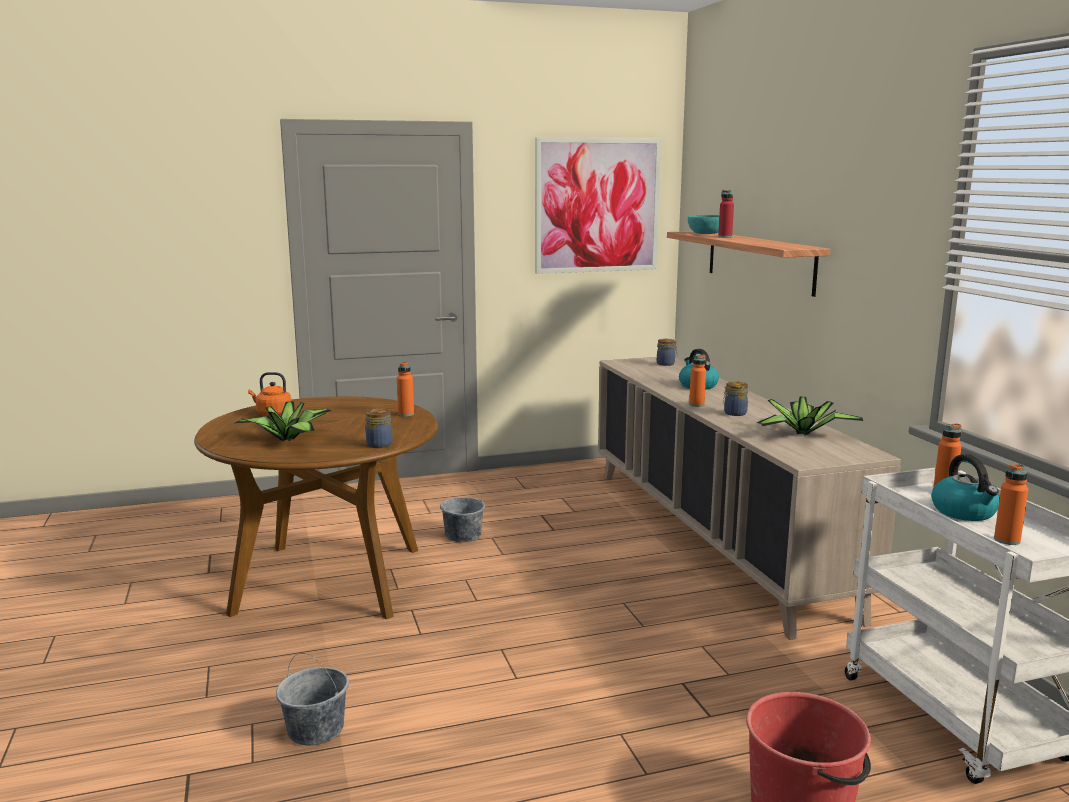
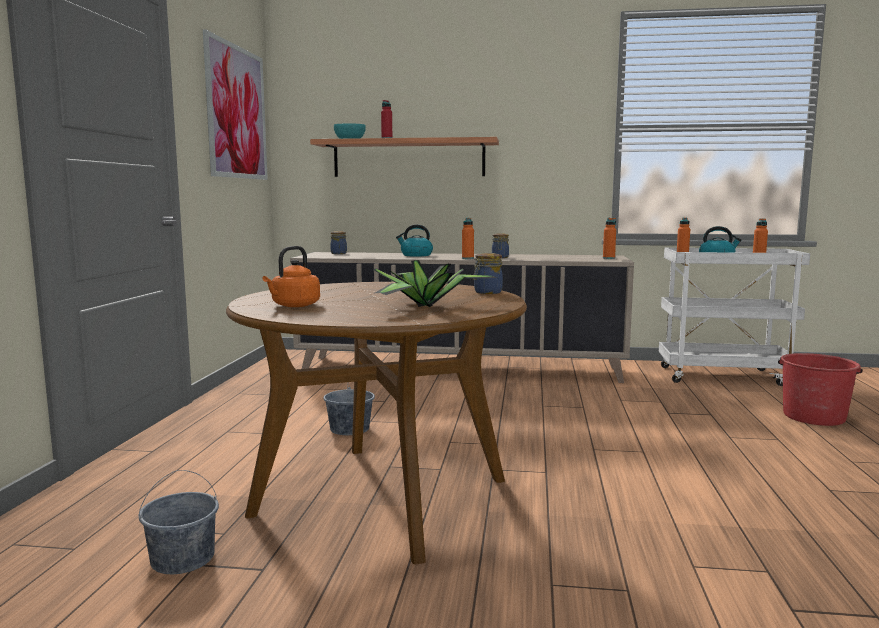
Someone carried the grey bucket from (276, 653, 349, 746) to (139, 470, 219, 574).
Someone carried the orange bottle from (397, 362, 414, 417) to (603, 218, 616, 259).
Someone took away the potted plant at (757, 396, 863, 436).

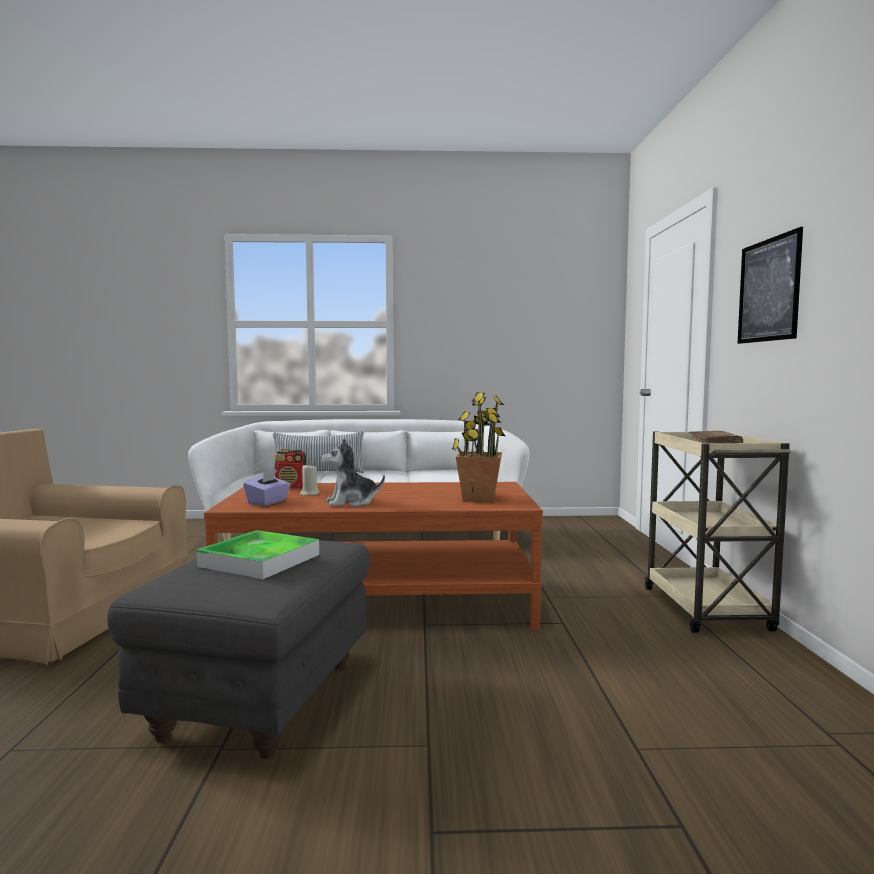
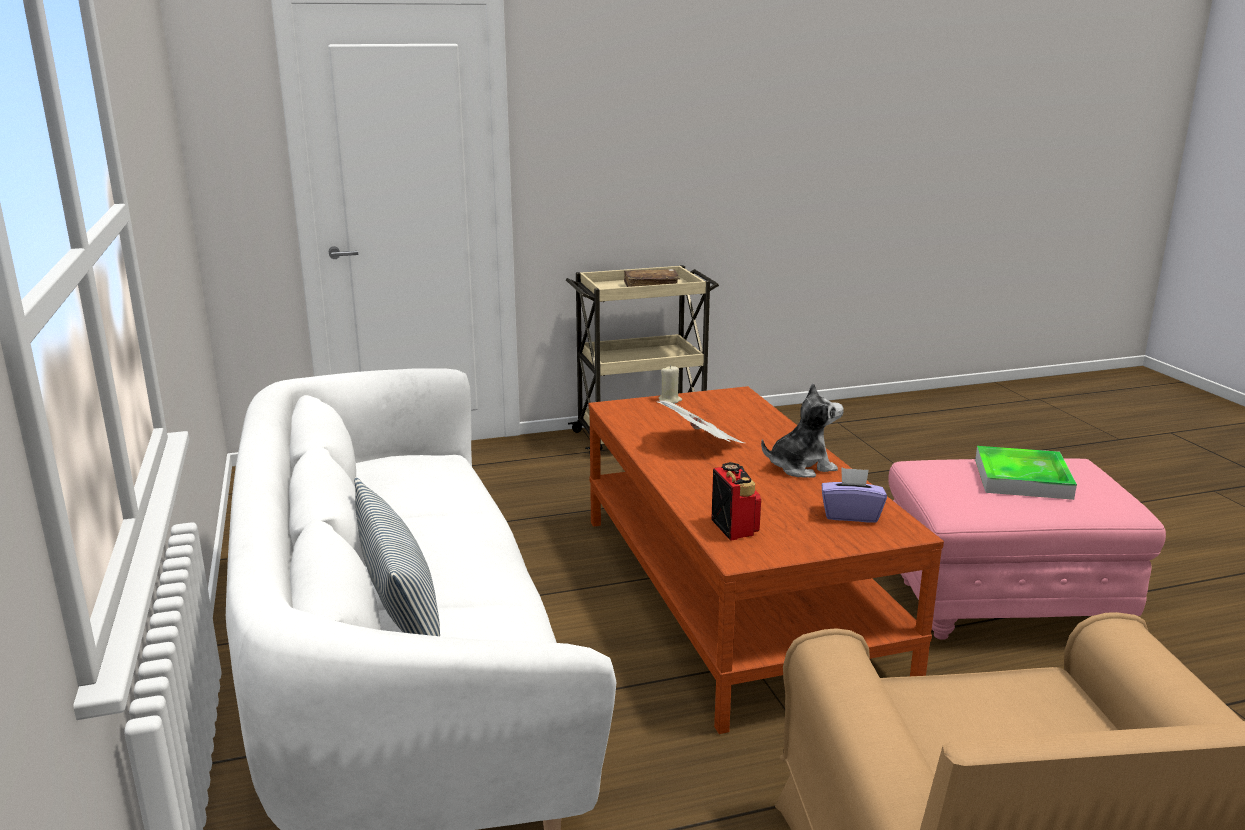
Someone put down the newspaper at (657, 400, 745, 443).
Someone carried the beige candle from (300, 464, 320, 496) to (659, 365, 682, 403).
Someone rotated the plush toy at (321, 438, 385, 507) by 75 degrees counterclockwise.
Someone repainted the grey ottoman at (107, 540, 370, 759), which became the pink ottoman at (889, 458, 1166, 640).
Someone took away the potted plant at (452, 392, 505, 502).
Someone took away the picture at (737, 227, 803, 344).

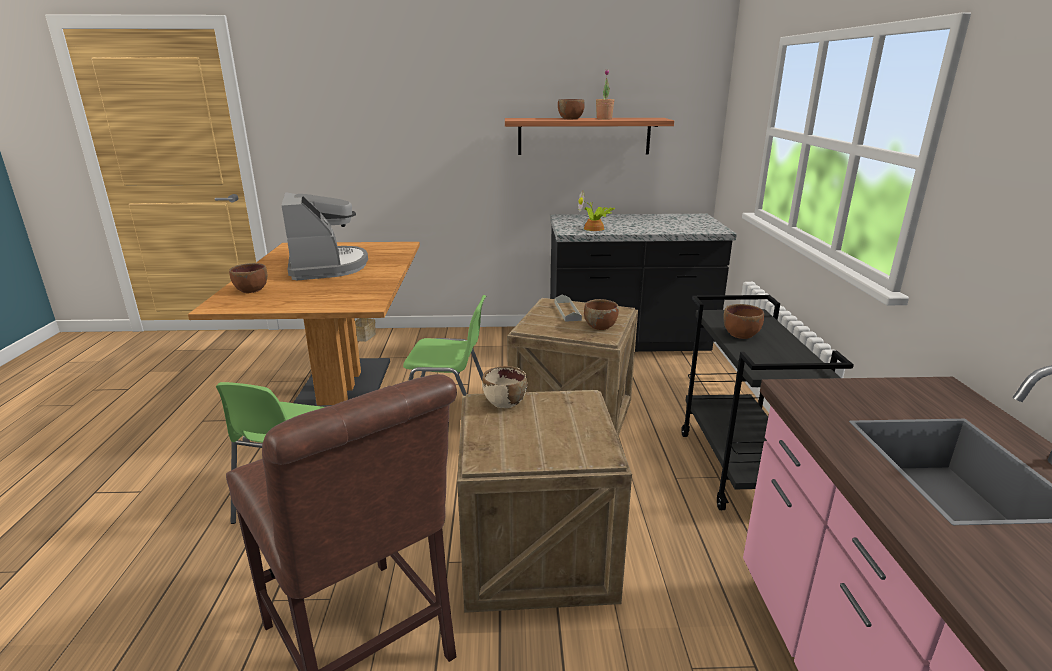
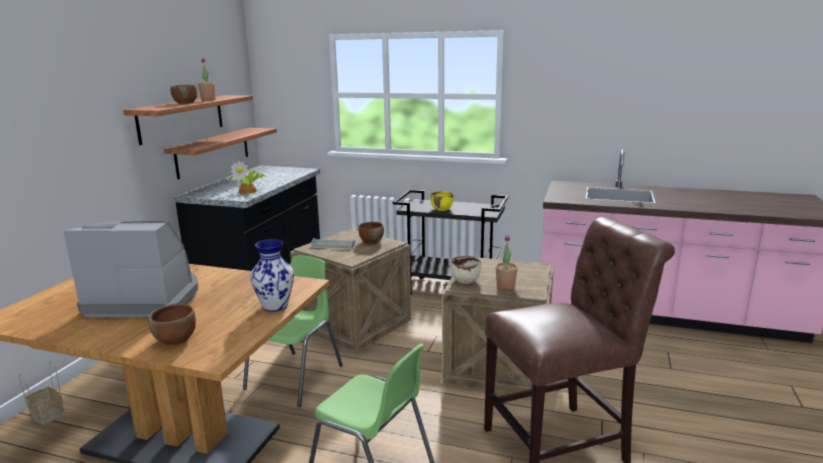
Someone put up the shelf at (164, 128, 277, 179).
Someone put down the vase at (250, 239, 294, 312).
Someone repainted the brown bowl at (723, 304, 764, 339), which became the yellow bowl at (430, 191, 453, 211).
Someone put down the potted plant at (496, 235, 518, 290).

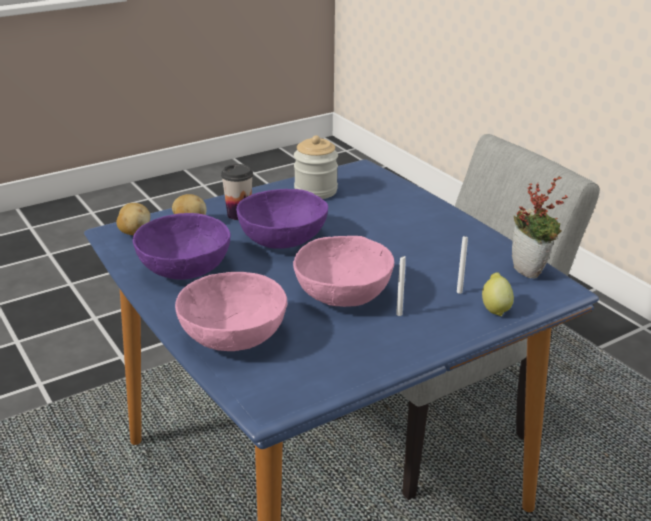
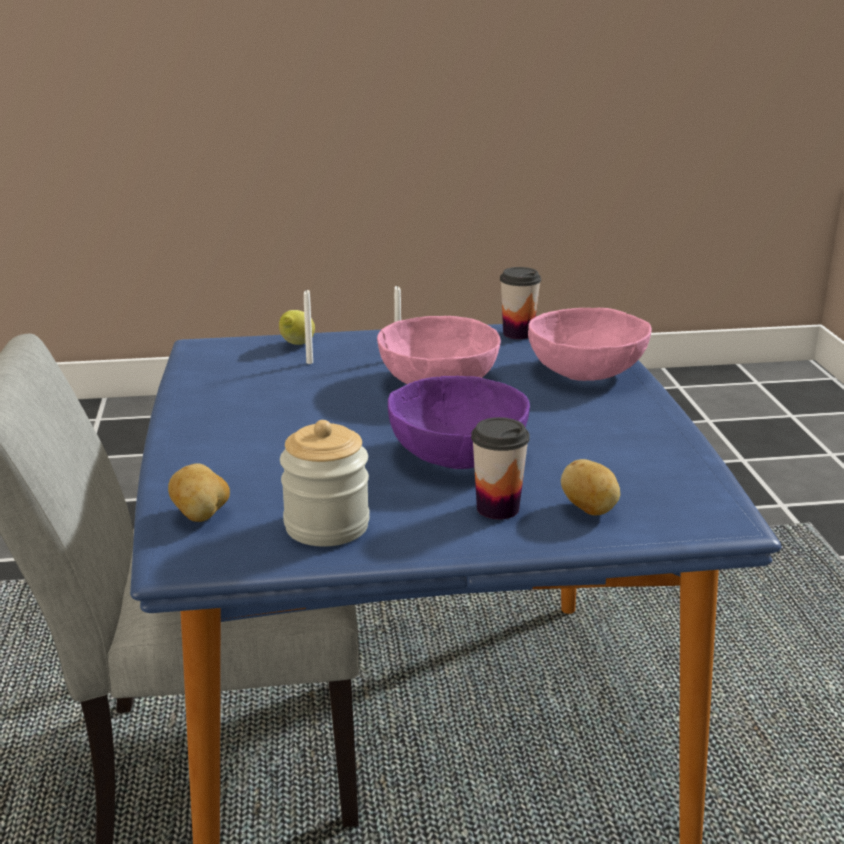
Someone carried the potato from (117, 203, 150, 235) to (168, 463, 230, 522).
Someone put down the cup at (500, 267, 541, 339).
Someone took away the purple bowl at (133, 213, 231, 280).
Someone took away the potted plant at (512, 176, 568, 279).

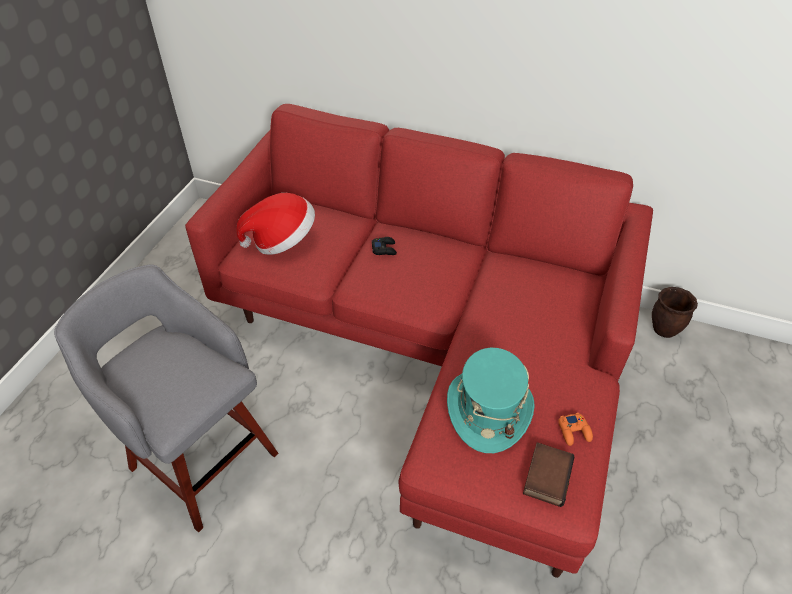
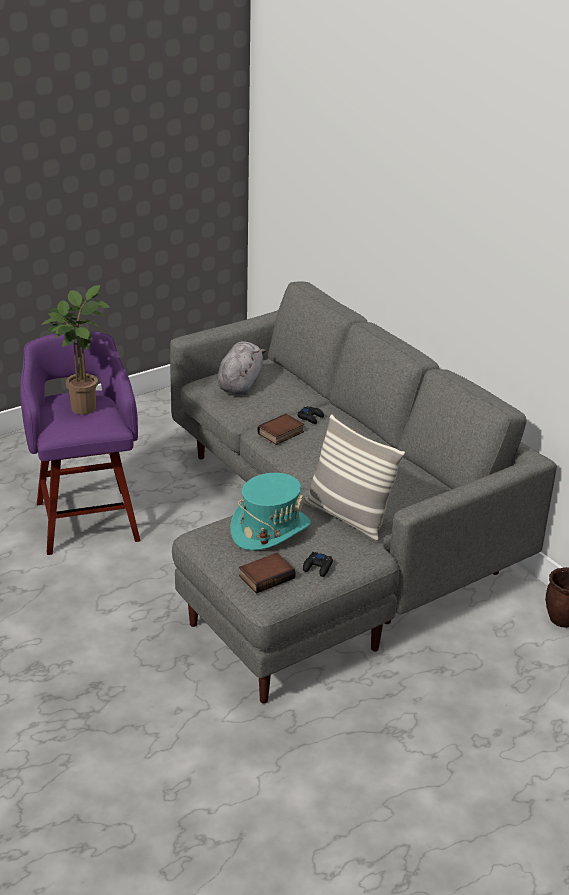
Someone repainted the grey stool at (54, 264, 278, 532), which became the purple stool at (20, 332, 141, 555).
Someone put down the potted plant at (42, 285, 110, 415).
Someone repainted the red sofa at (185, 104, 653, 578), which became the grey sofa at (170, 281, 557, 704).
Someone swapped the hat at (236, 193, 315, 254) for the grey plush toy at (217, 341, 266, 395).
Someone put down the book at (257, 414, 304, 445).
Someone repainted the orange game controller at (558, 413, 593, 446), which became the black game controller at (303, 552, 333, 577).
Someone put down the pillow at (304, 414, 405, 541).

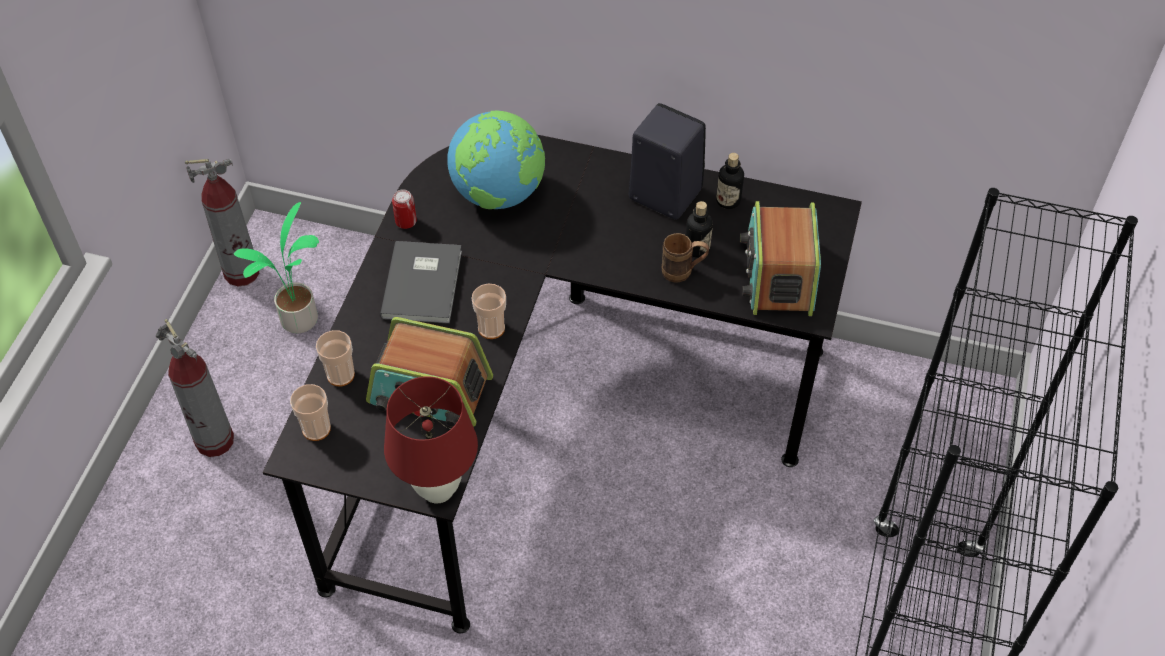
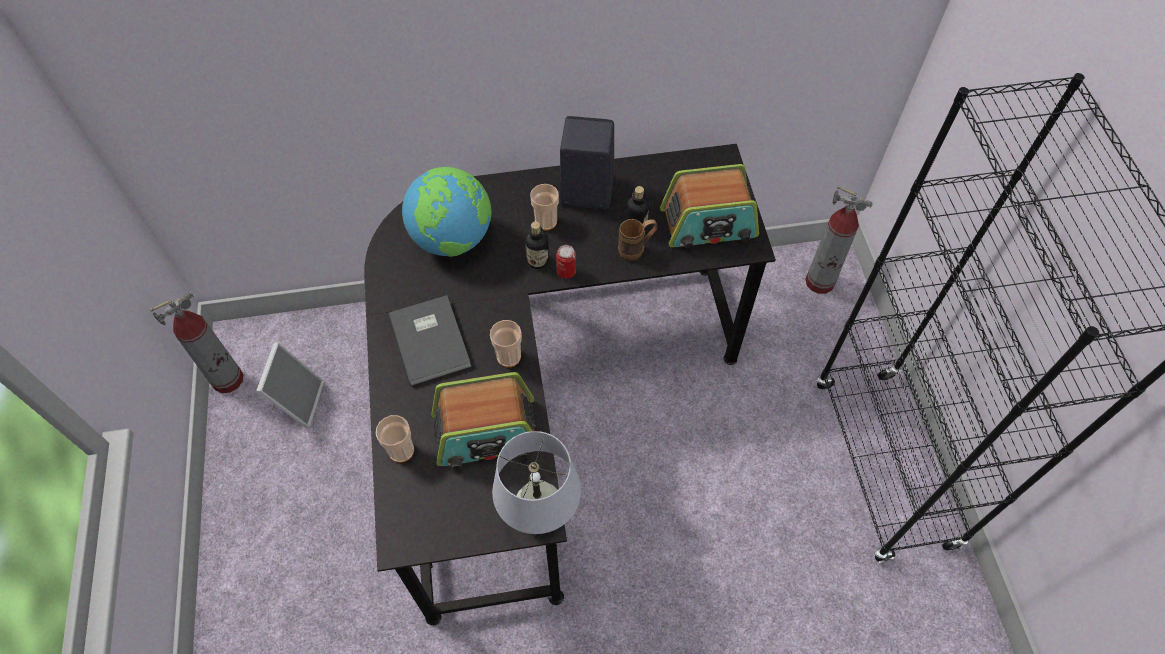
Someone swapped the potted plant at (234, 202, 319, 333) for the picture frame at (256, 342, 324, 428).
Someone repainted the red table lamp at (384, 376, 478, 503), which became the white table lamp at (492, 431, 581, 534).
Someone carried the bottle from (716, 153, 744, 209) to (525, 221, 549, 269).
Someone carried the cup from (290, 384, 331, 441) to (530, 184, 559, 231).
Someone carried the can from (392, 189, 417, 229) to (556, 245, 576, 279).
Someone rotated the radio at (740, 201, 821, 316) by 75 degrees counterclockwise.
Someone carried the fire extinguisher from (156, 319, 234, 457) to (805, 186, 873, 294).

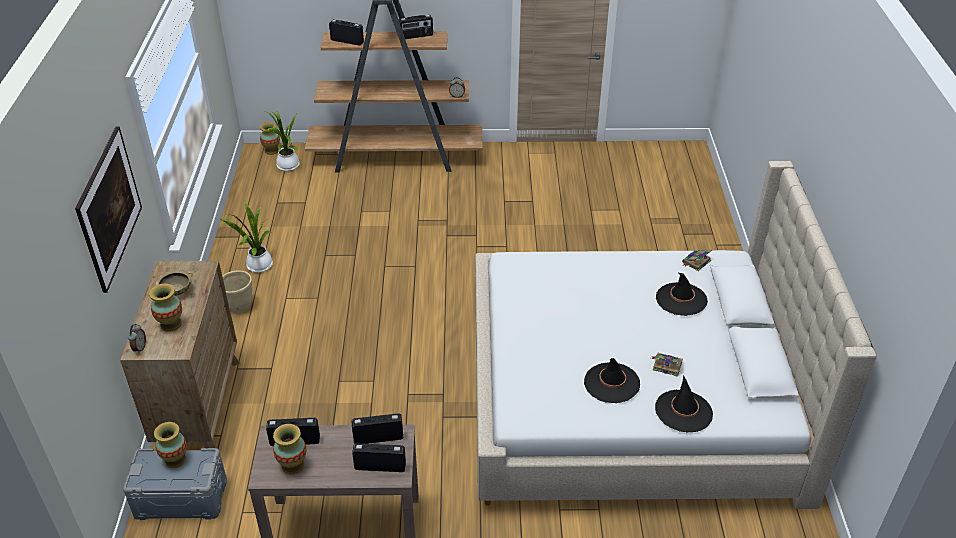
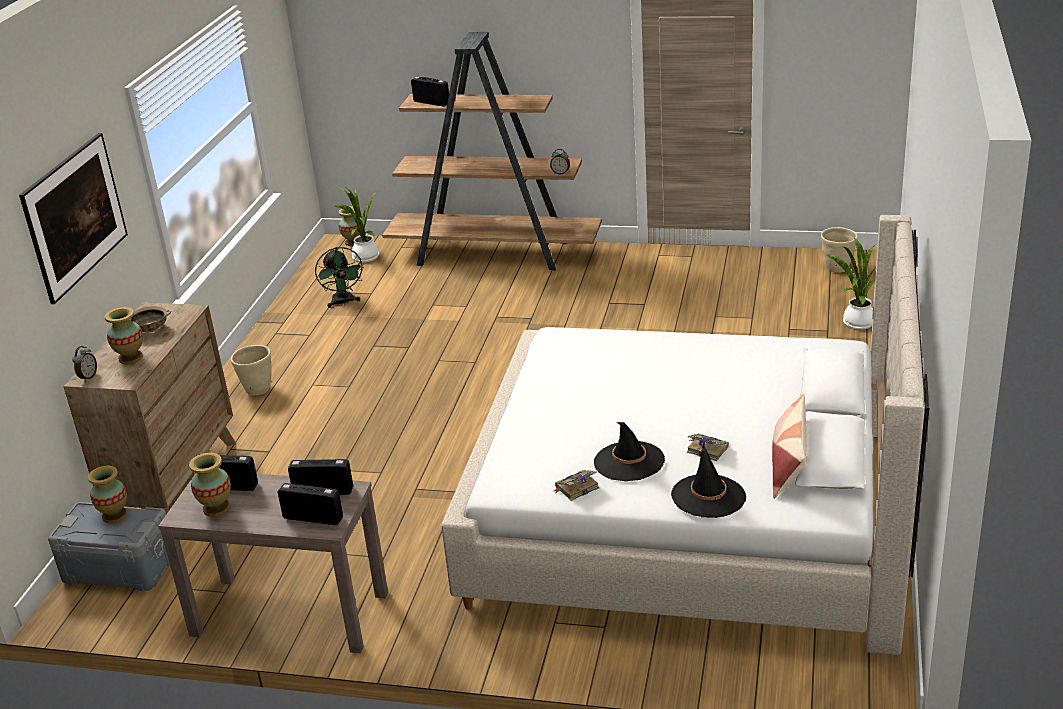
Someone put down the green fan at (315, 247, 364, 308).
Someone carried the book from (682, 249, 712, 271) to (554, 470, 599, 501).
Someone put down the pillow at (772, 394, 807, 499).
Someone put down the beige planter at (821, 227, 858, 273).
Someone carried the potted plant from (220, 200, 273, 273) to (827, 237, 876, 330).
Someone took away the radio at (399, 15, 433, 39).
Someone took away the black hat at (656, 273, 708, 316).

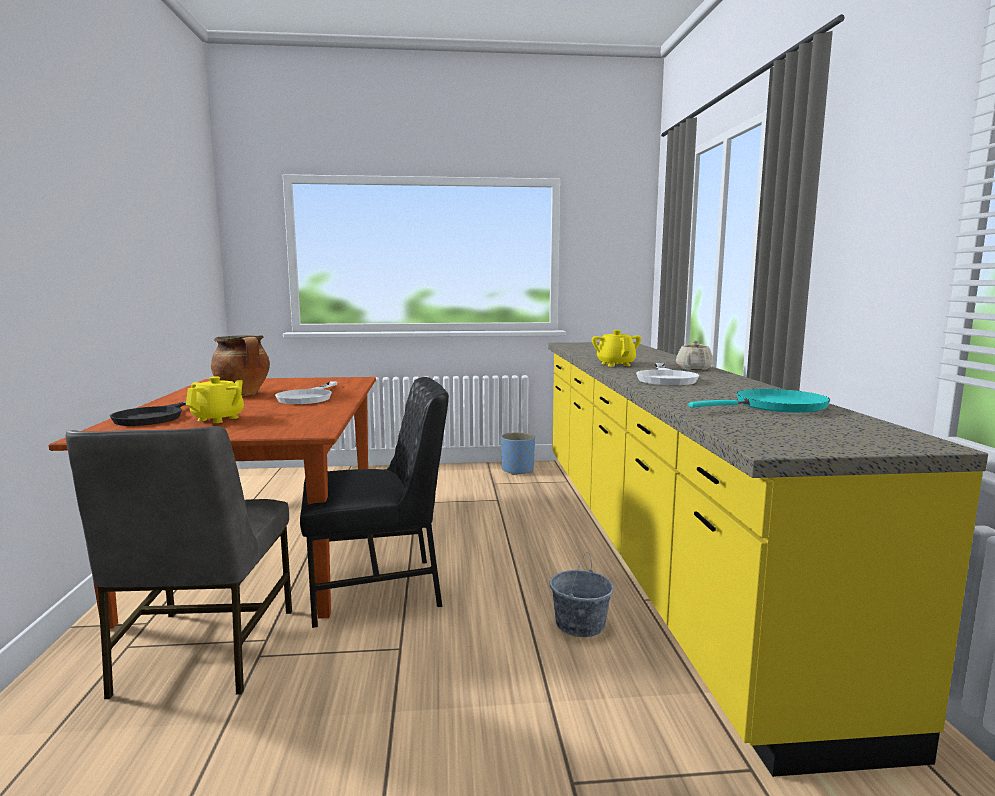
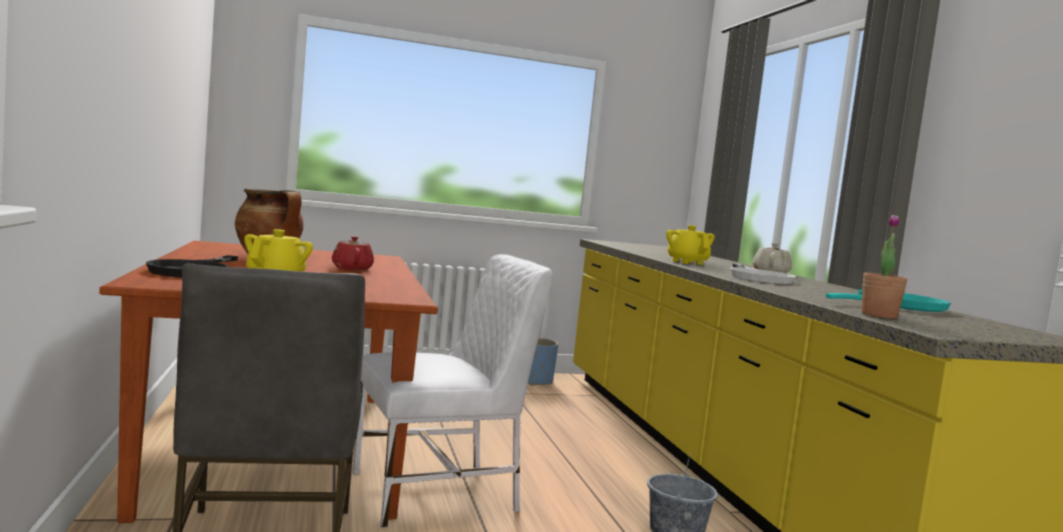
Someone swapped the white frying pan at (275, 382, 337, 404) for the red teapot at (332, 236, 374, 270).
Someone repainted the black chair at (300, 377, 449, 628), which became the white chair at (353, 254, 552, 528).
Someone put down the potted plant at (861, 214, 907, 319).

